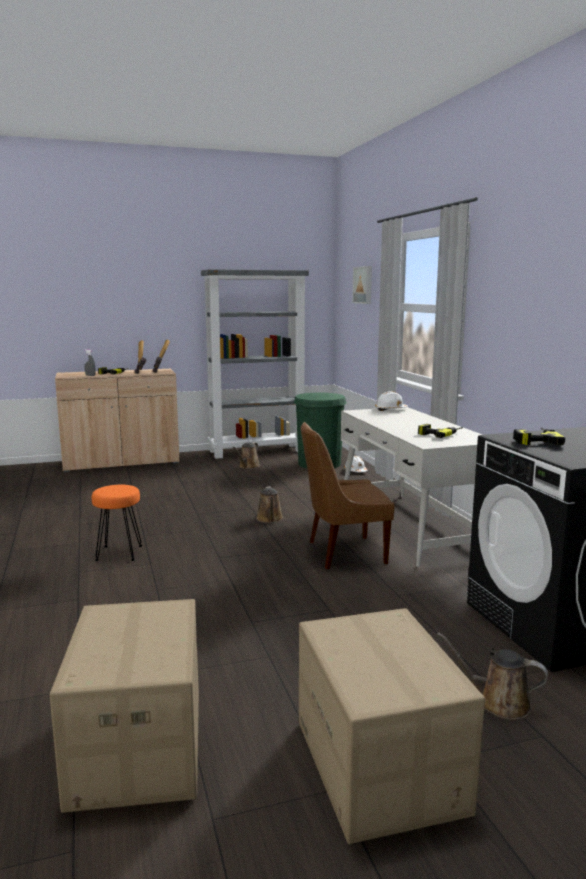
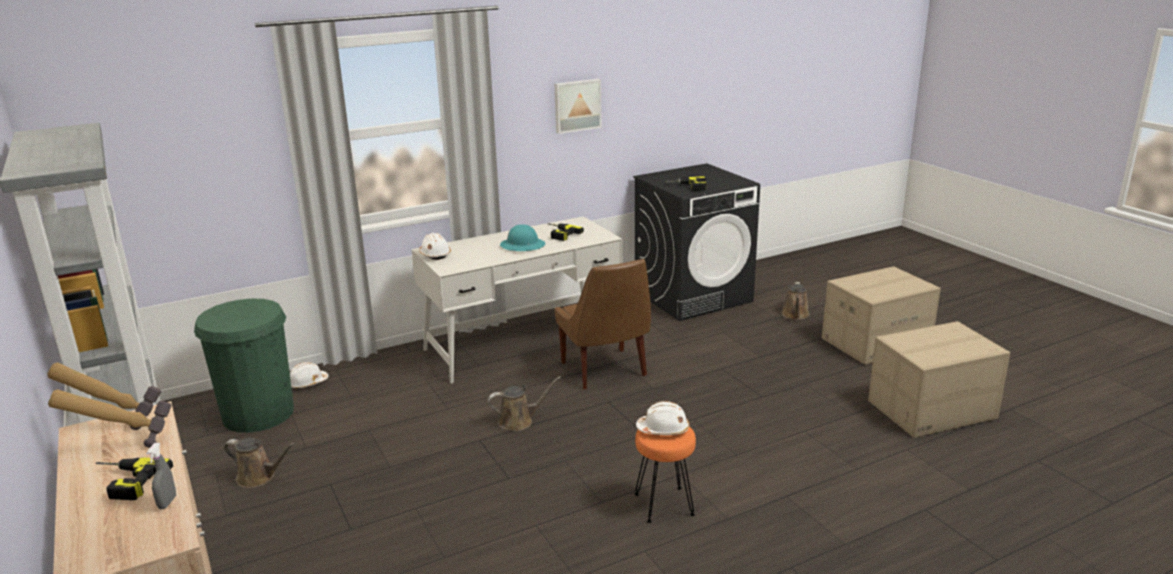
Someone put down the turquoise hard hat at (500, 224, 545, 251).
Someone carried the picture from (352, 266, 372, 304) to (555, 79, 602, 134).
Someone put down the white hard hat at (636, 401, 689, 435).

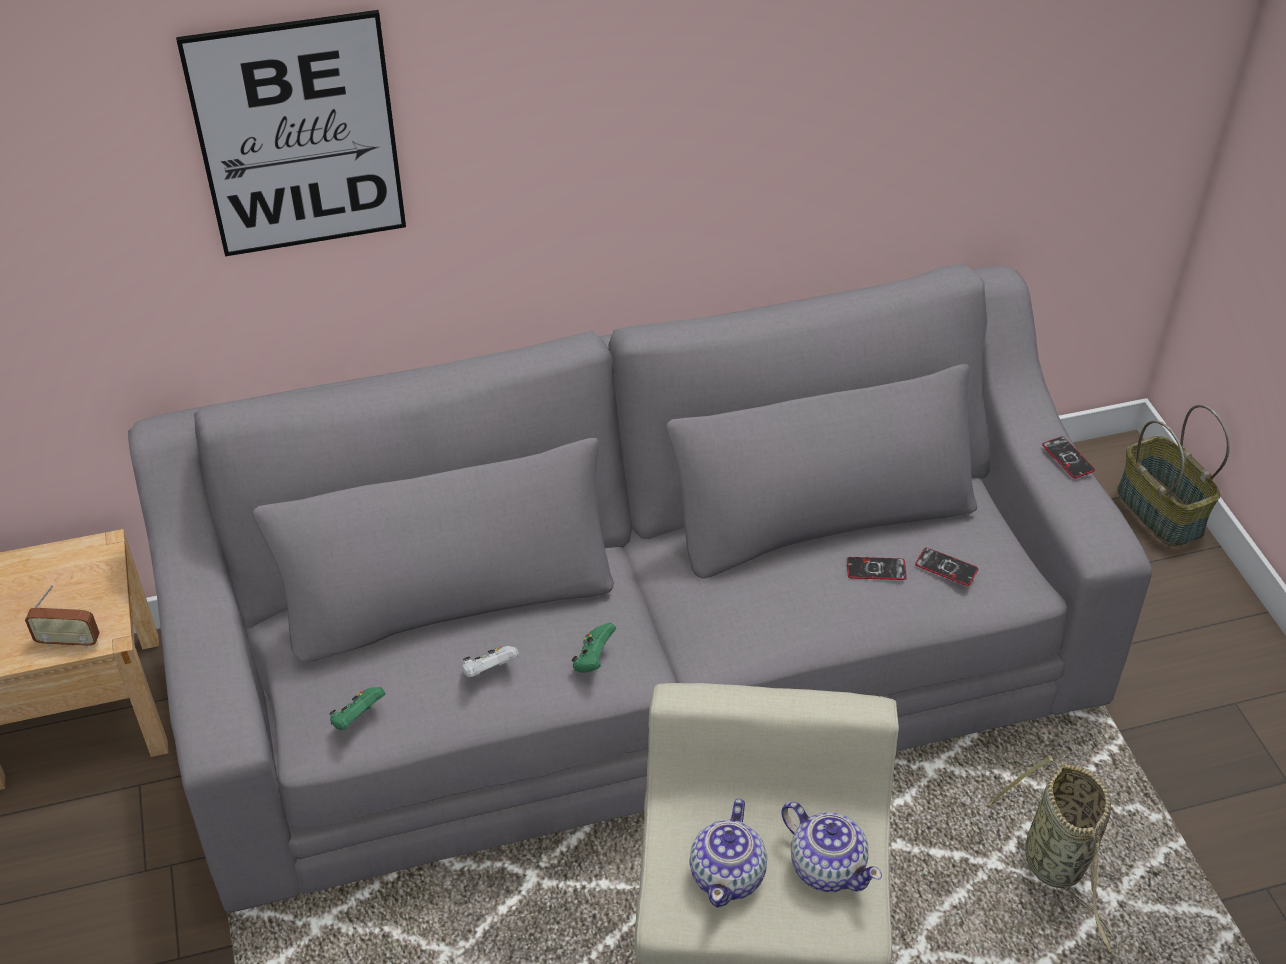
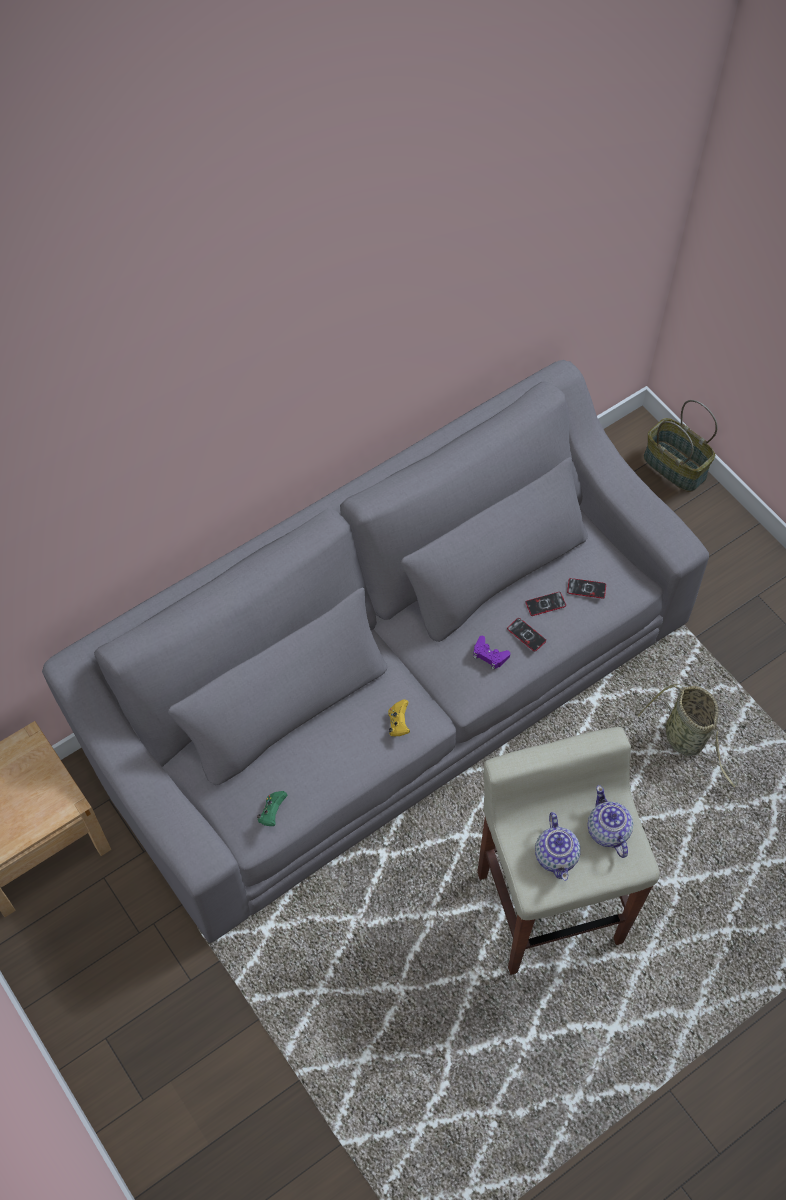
Someone repainted the green game controller at (572, 623, 616, 673), which became the yellow game controller at (388, 699, 410, 736).
Someone put down the purple game controller at (473, 636, 510, 670).
Someone carried the phone from (1042, 436, 1095, 478) to (507, 618, 546, 652).
Someone rotated the teapot at (781, 802, 882, 892) by 135 degrees counterclockwise.
Someone took away the radio at (25, 584, 100, 649).
Someone took away the picture at (176, 10, 406, 256).
Someone took away the white game controller at (462, 646, 519, 677).

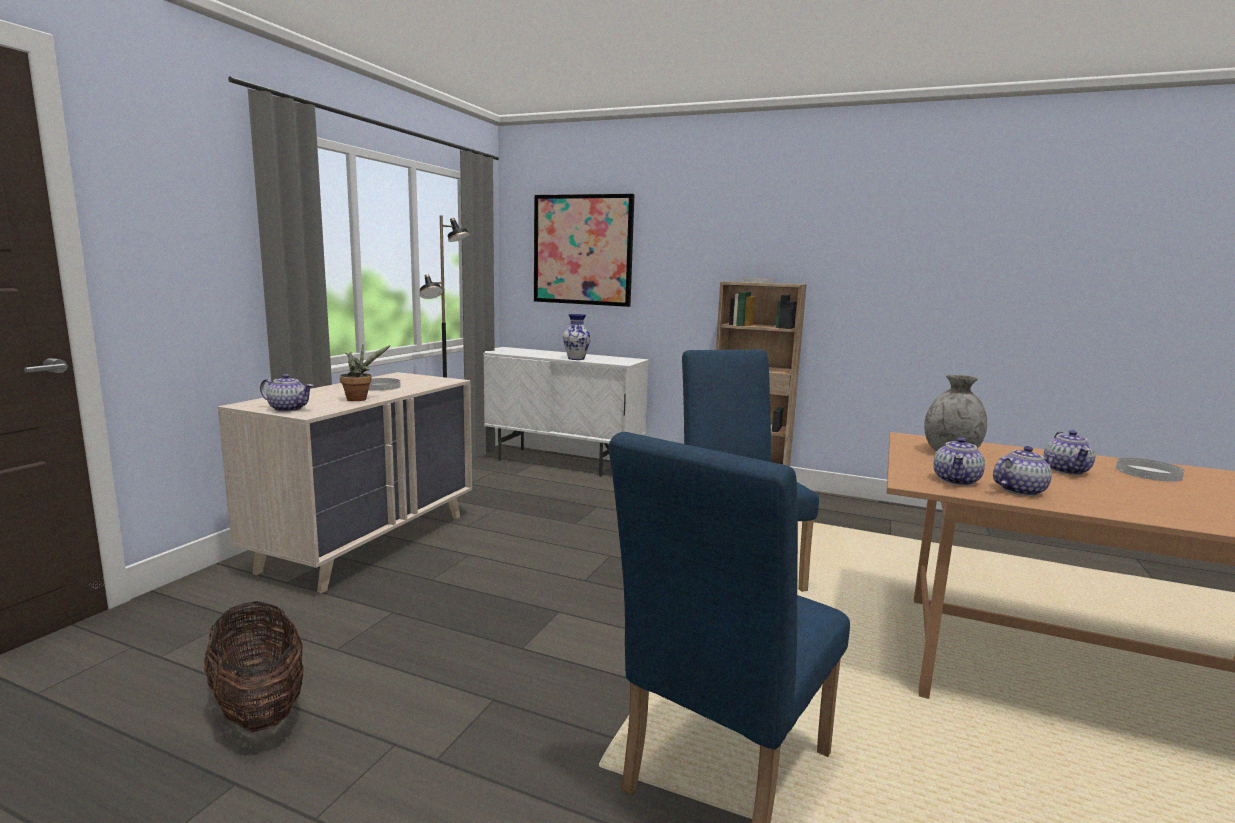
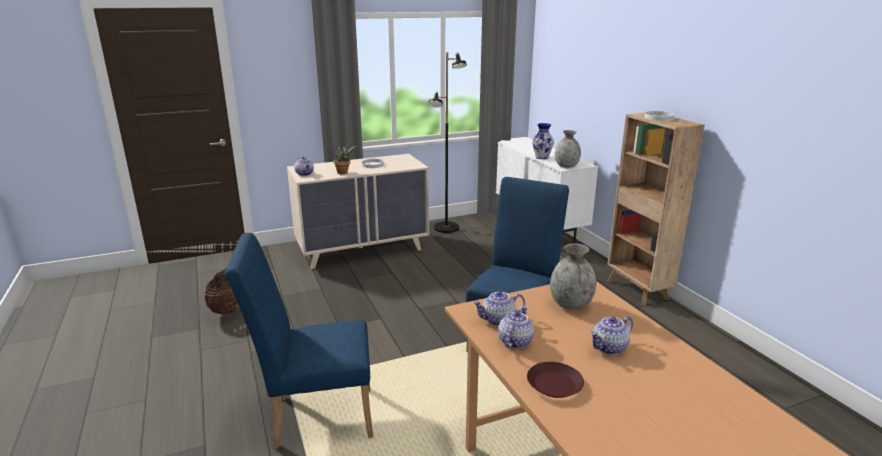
Someone rotated the teapot at (993, 446, 1056, 496) by 90 degrees counterclockwise.
Someone put down the brown plate at (527, 362, 584, 398).
Someone put down the grey vase at (555, 130, 581, 168).
Someone took away the picture at (534, 194, 634, 307).
Someone took away the white plate at (1116, 458, 1184, 482).

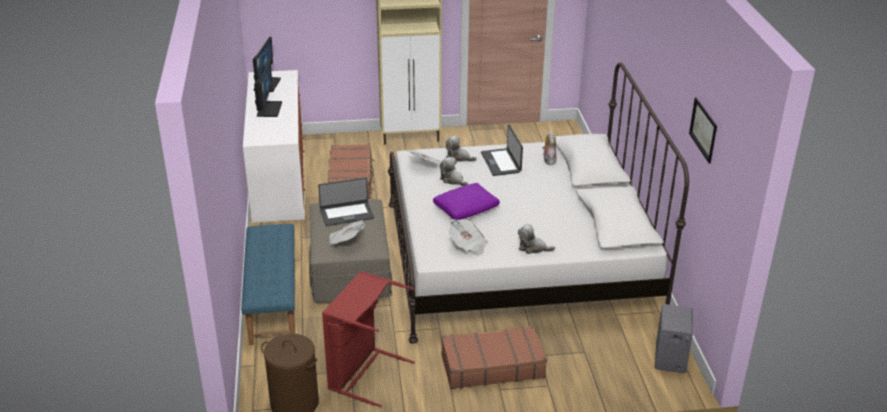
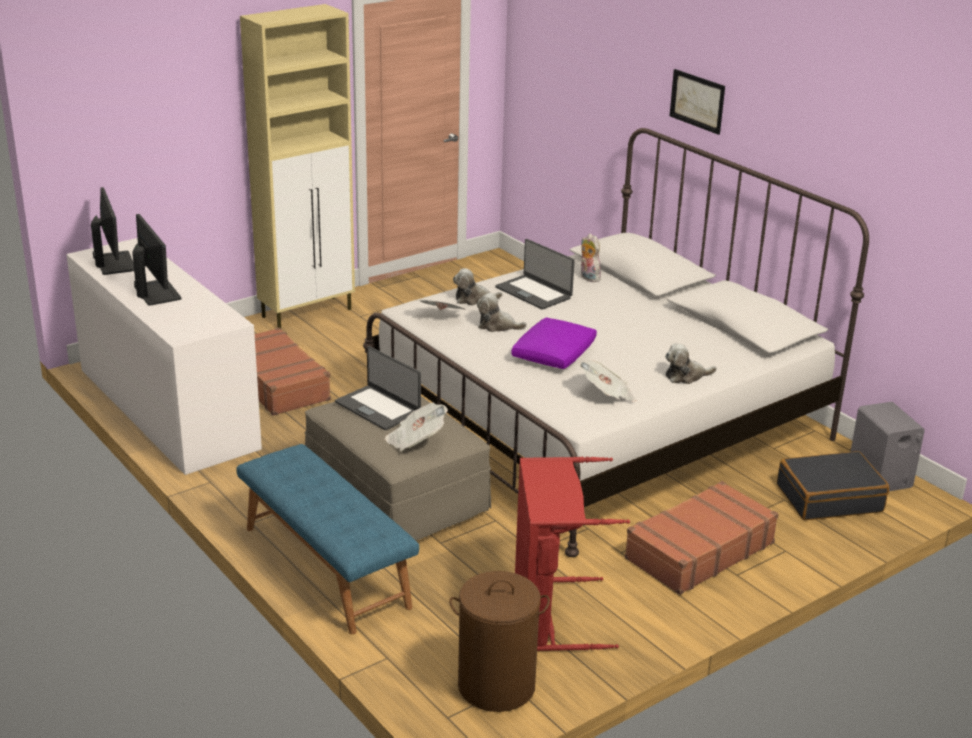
Someone rotated the laptop at (318, 177, 374, 226) by 90 degrees clockwise.
Someone carried the picture from (689, 97, 717, 164) to (670, 69, 725, 135).
Someone put down the black suitcase at (777, 451, 889, 520).

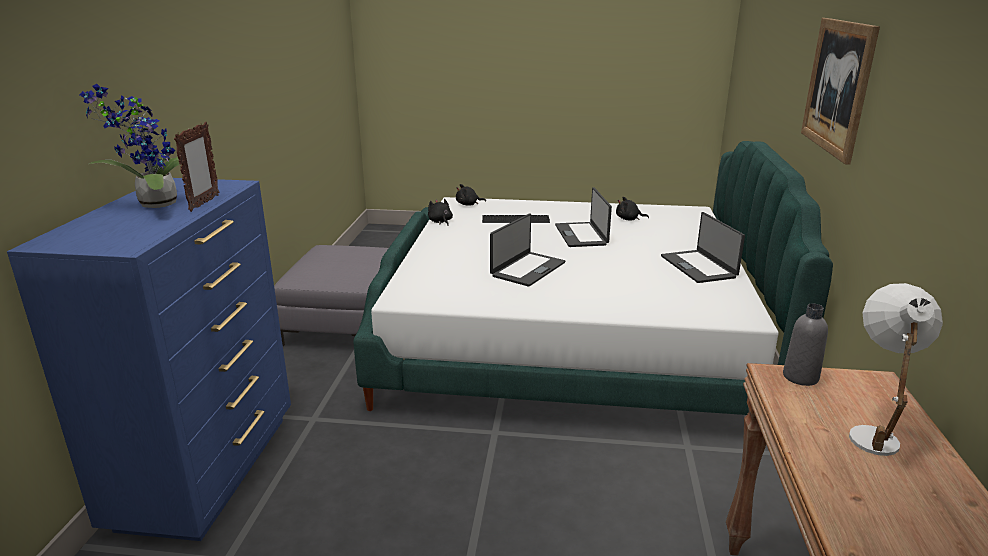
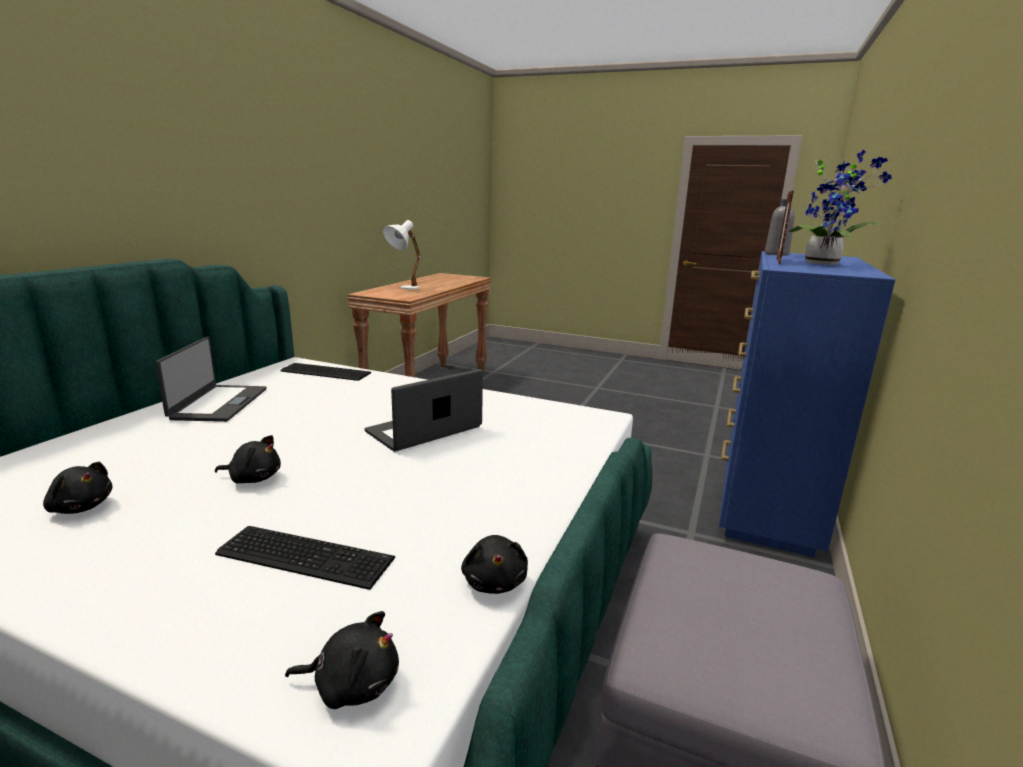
Someone swapped the laptop at (555, 187, 612, 247) for the black plush toy at (215, 435, 281, 483).
Someone put down the keyboard at (280, 363, 371, 381).
Someone carried the grey bottle from (783, 304, 828, 386) to (765, 199, 795, 256).
Someone took away the picture at (801, 18, 880, 165).

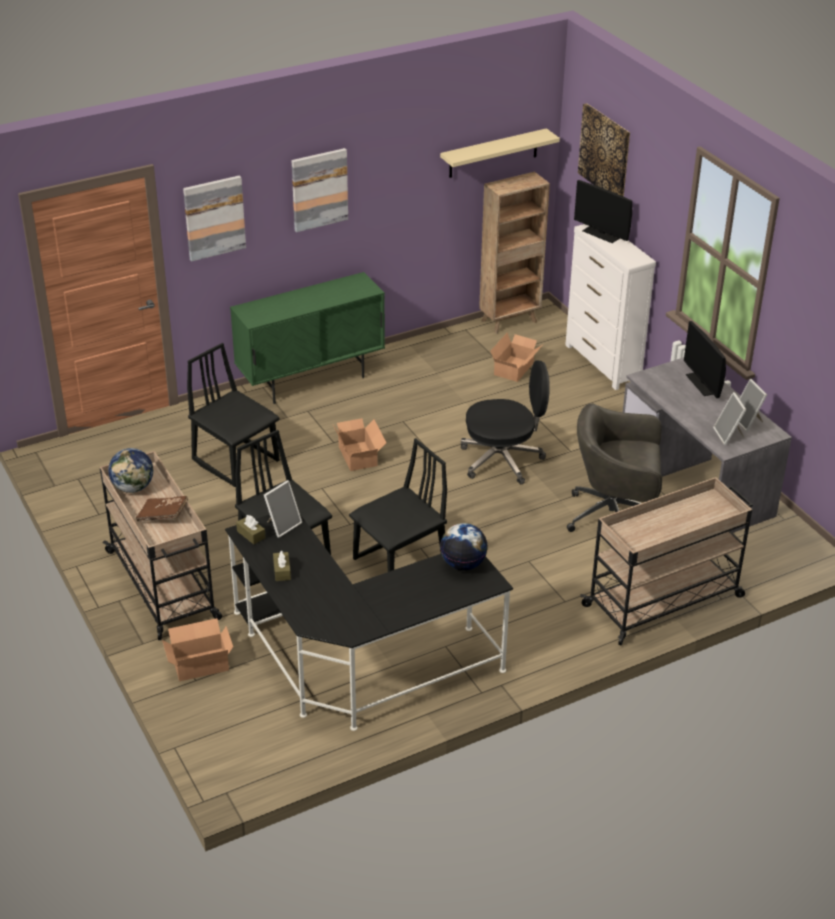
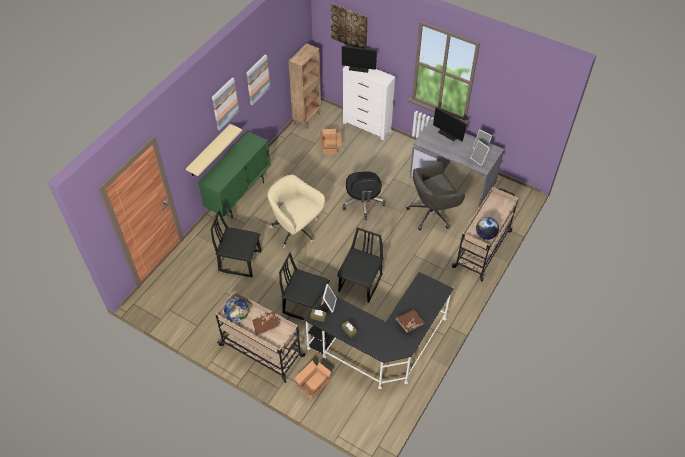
Someone carried the beige shelf from (440, 128, 560, 178) to (186, 124, 242, 176).
Someone carried the picture from (183, 175, 246, 261) to (246, 55, 270, 106).
Someone swapped the cardboard box at (333, 418, 387, 471) for the beige office chair at (267, 175, 325, 248).
Someone rotated the black office chair at (461, 361, 550, 484) by 120 degrees clockwise.
Someone put down the brown book at (396, 309, 424, 332).
Someone carried the globe from (440, 523, 488, 570) to (476, 217, 499, 240).

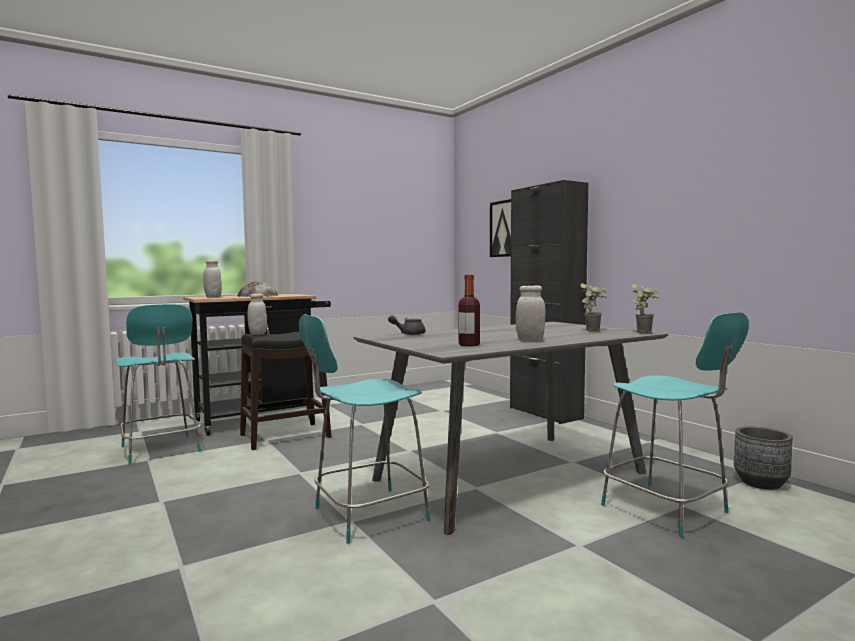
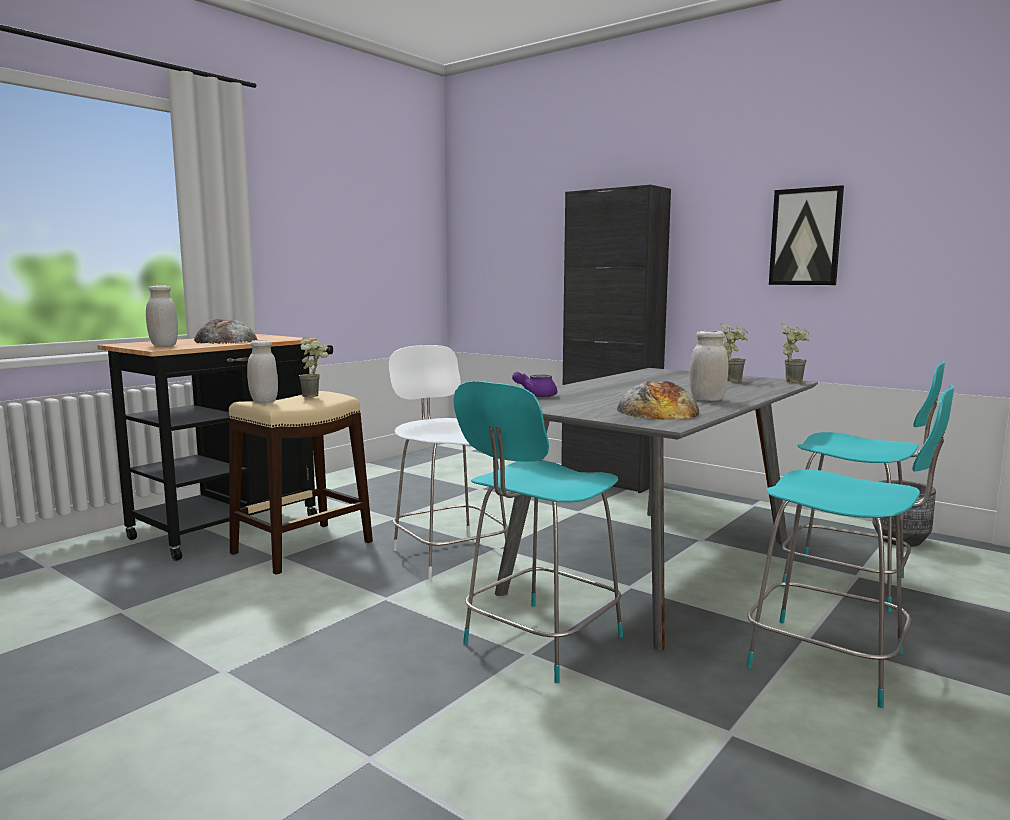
Someone repainted the black stool at (240, 331, 331, 450), which became the beige stool at (229, 391, 373, 575).
Someone put down the potted plant at (299, 337, 328, 398).
Someone put down the white chair at (388, 345, 508, 580).
Someone repainted the grey teapot at (388, 315, 426, 335), which became the purple teapot at (512, 372, 557, 398).
Someone swapped the bottle at (458, 275, 480, 346) for the bread at (617, 381, 699, 420).
Someone carried the turquoise chair from (116, 304, 201, 464) to (746, 384, 954, 708).
Someone carried the picture from (490, 199, 511, 257) to (769, 185, 844, 285).

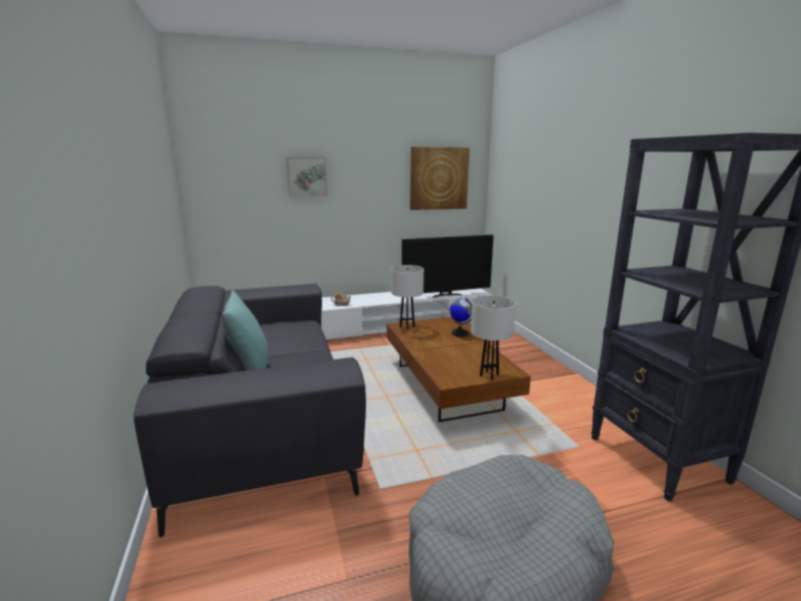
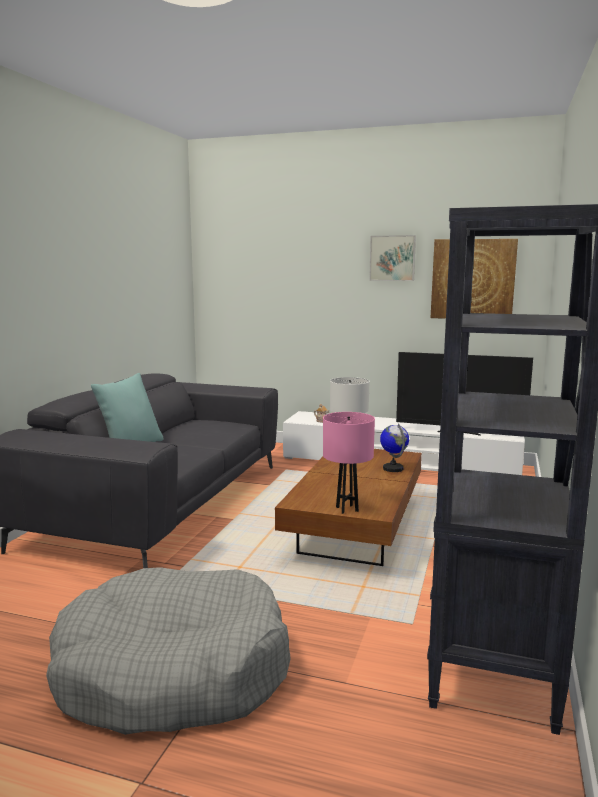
Someone repainted the white table lamp at (471, 296, 516, 380), which became the pink table lamp at (323, 412, 375, 514).
Someone carried the picture from (286, 157, 327, 197) to (369, 235, 416, 281).

